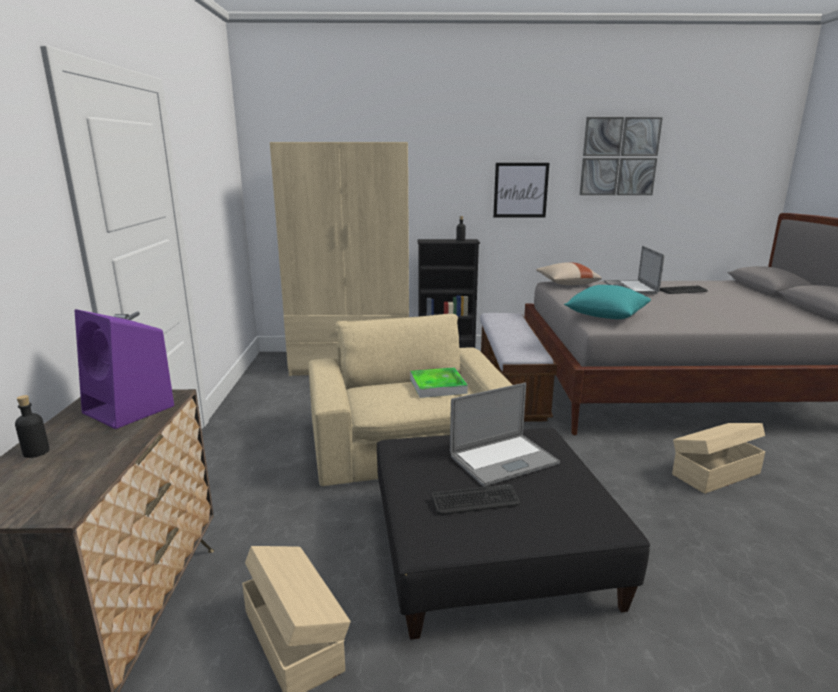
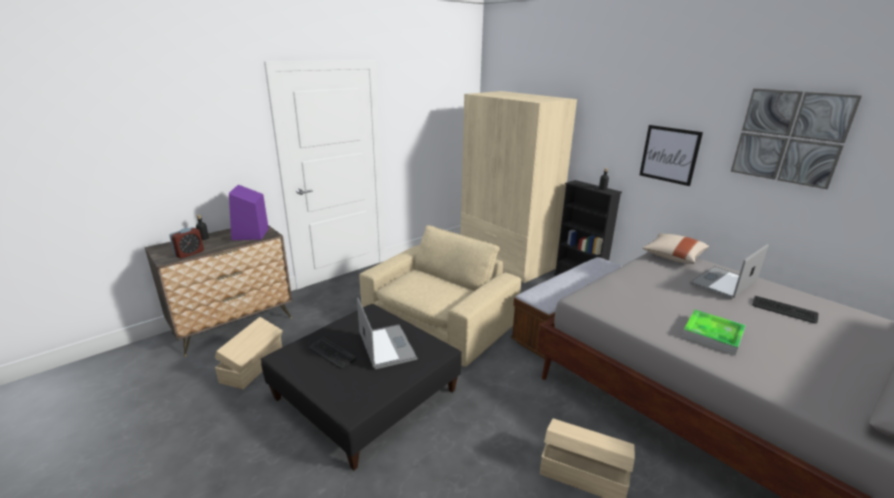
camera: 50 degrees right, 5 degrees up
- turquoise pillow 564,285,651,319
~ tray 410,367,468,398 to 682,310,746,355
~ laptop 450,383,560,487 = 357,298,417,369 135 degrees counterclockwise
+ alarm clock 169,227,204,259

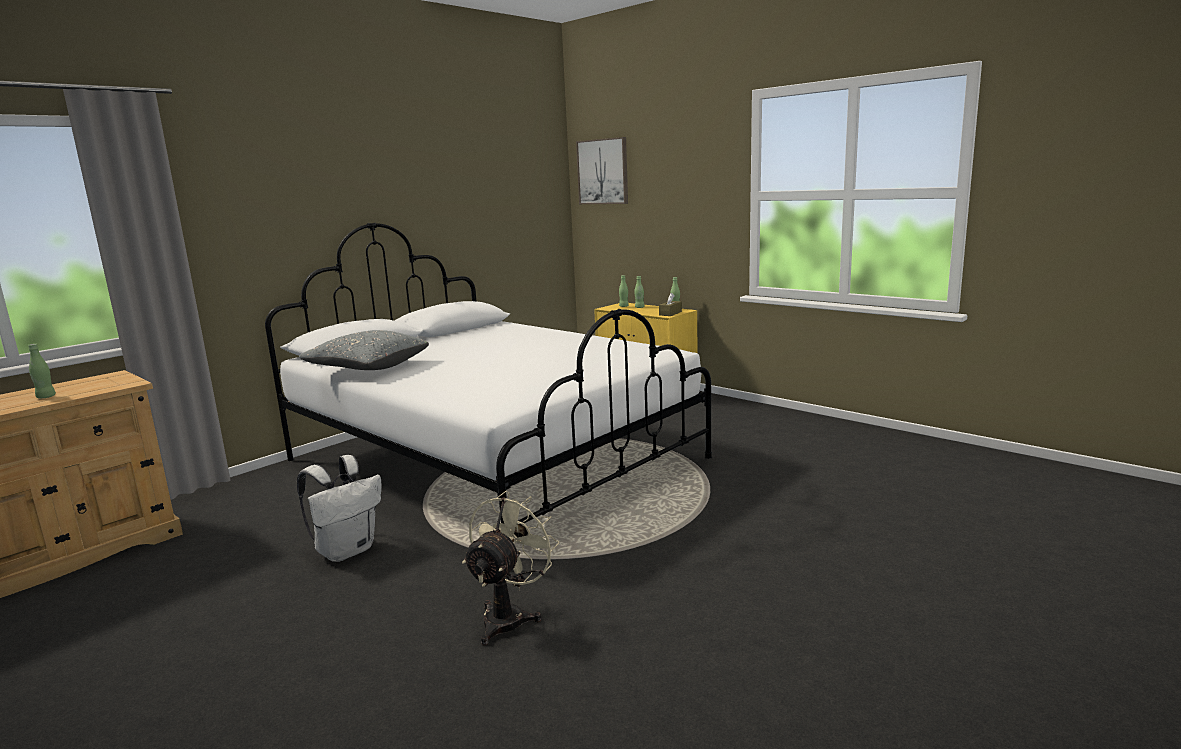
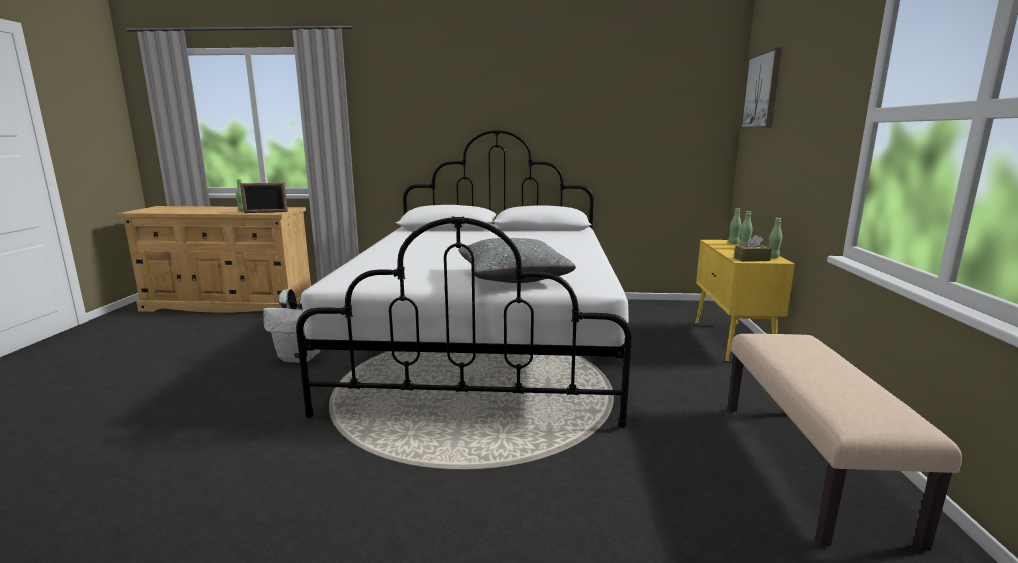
camera: 50 degrees right, 0 degrees up
~ grey pillow 299,330,429,370 to 459,238,576,283
- beige fan 462,491,559,646
+ picture frame 240,183,288,213
+ beige bench 728,334,962,551

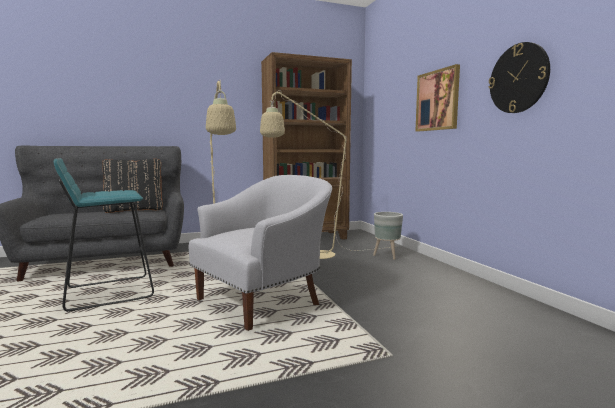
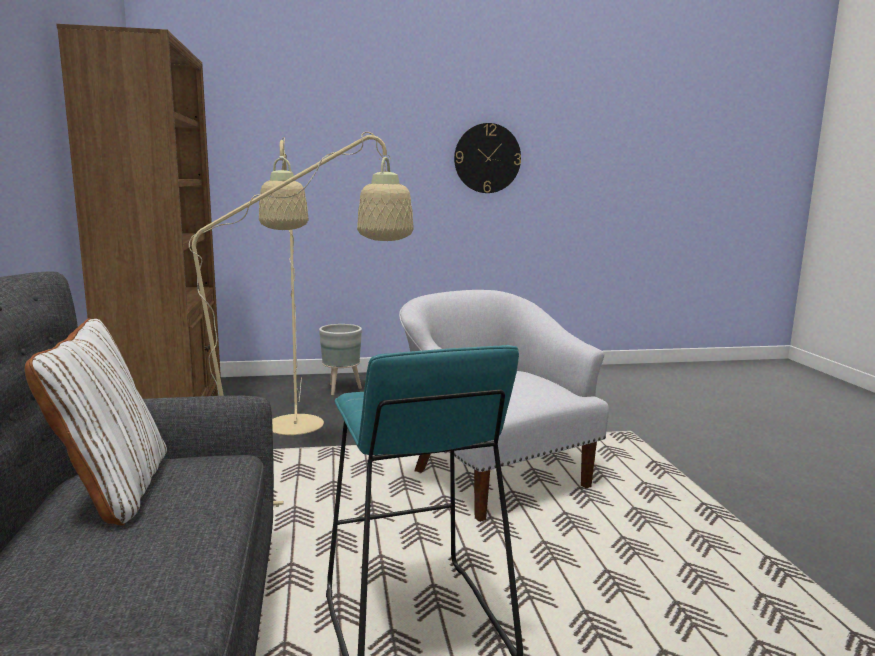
camera: 80 degrees left, 5 degrees up
- picture 415,64,460,132
~ black pillow 102,159,163,213 to white pillow 25,318,167,525

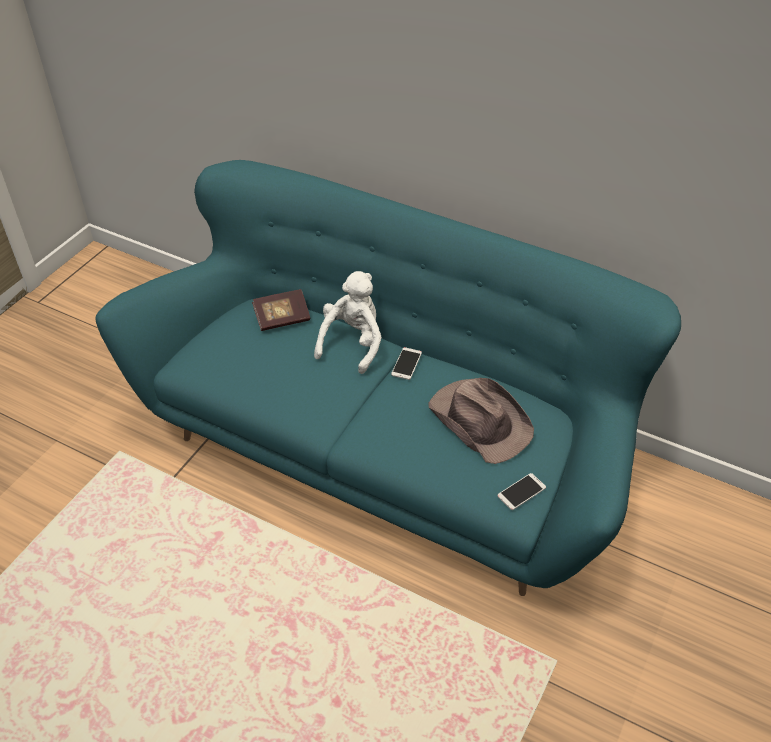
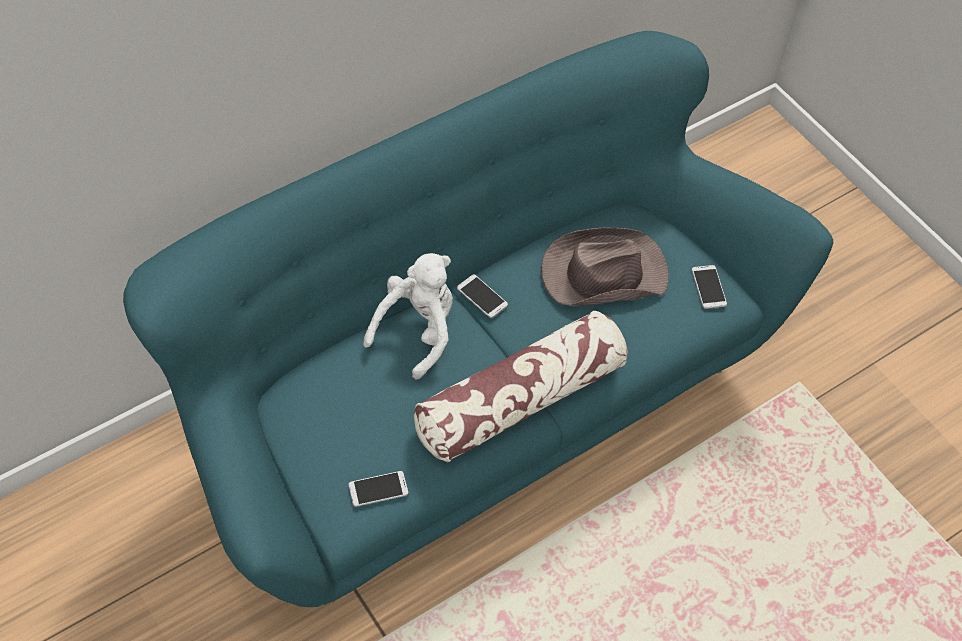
camera: 65 degrees left, 10 degrees up
~ white plush toy 314,271,382,374 = 363,253,453,379 75 degrees clockwise
- book 252,289,310,331
+ pillow 414,311,627,462
+ phone 348,471,408,507

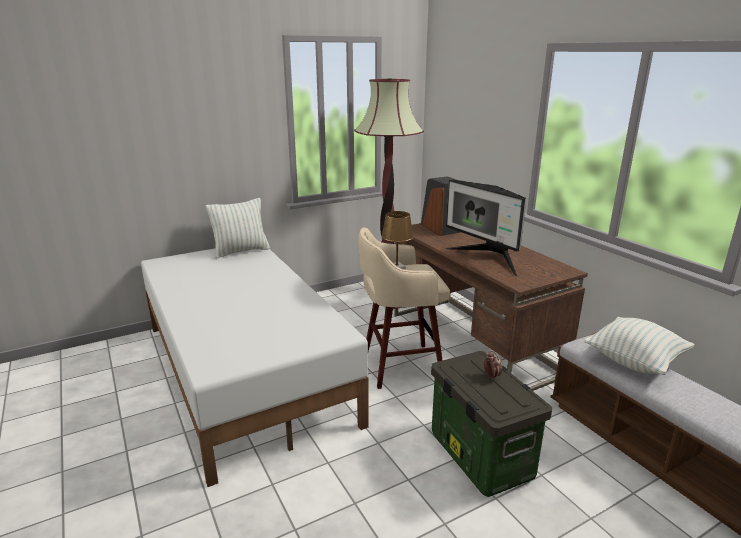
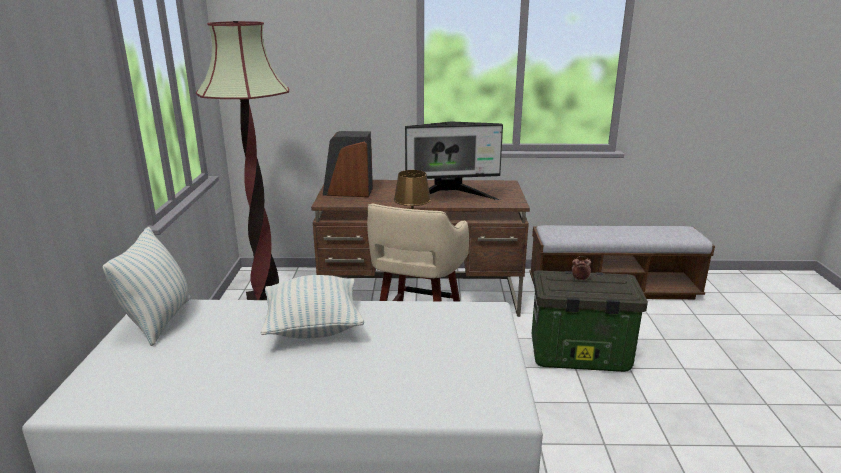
camera: 60 degrees left, 0 degrees up
~ pillow 584,317,695,375 to 261,275,364,338

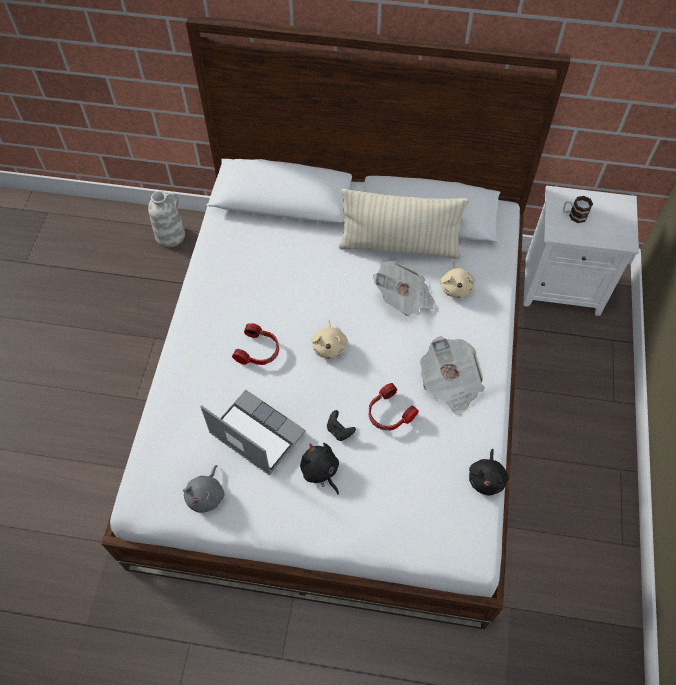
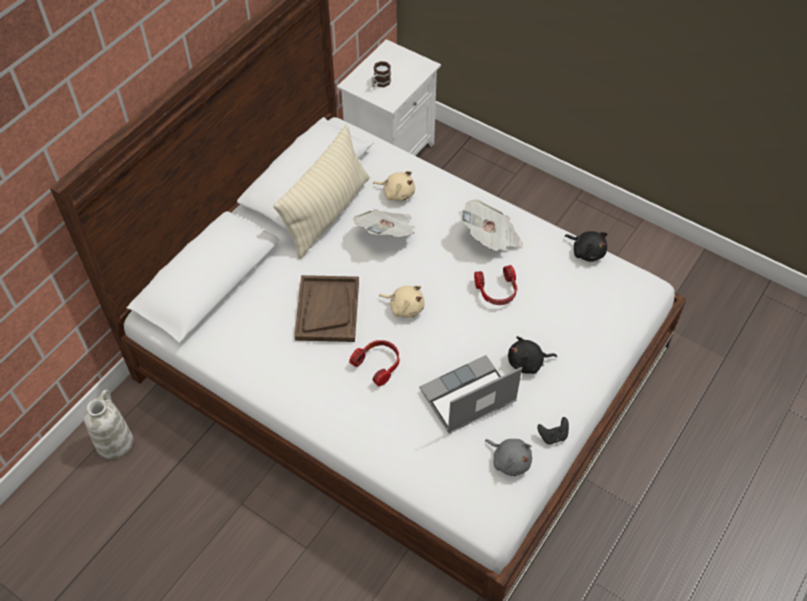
camera: 65 degrees left, 5 degrees down
~ black game controller 327,410,356,441 to 537,417,569,445
+ brown tray 294,275,359,342

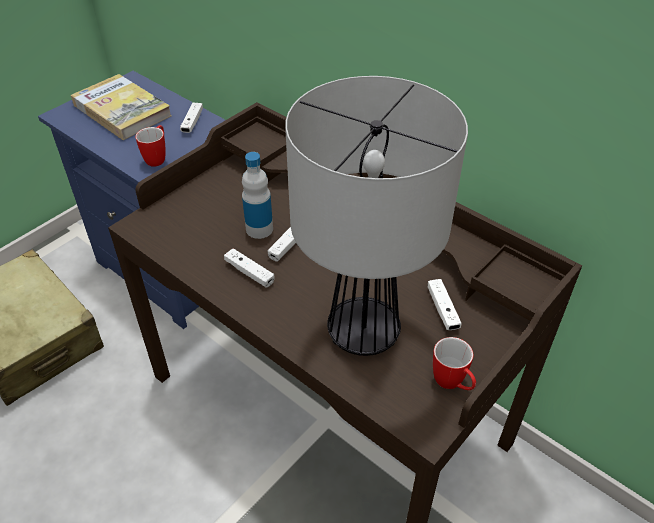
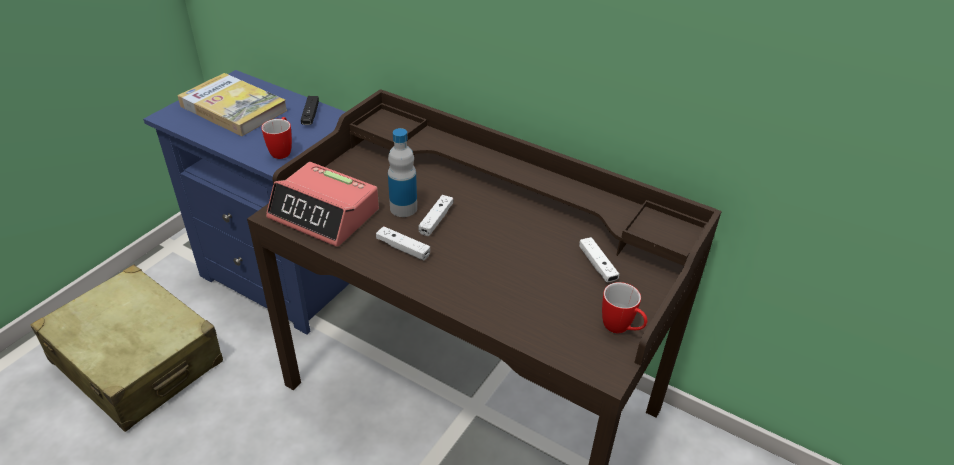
camera: 10 degrees left, 5 degrees down
- table lamp 285,76,468,356
~ white game controller 180,103,203,133 to black game controller 301,96,319,125
+ alarm clock 266,162,379,247

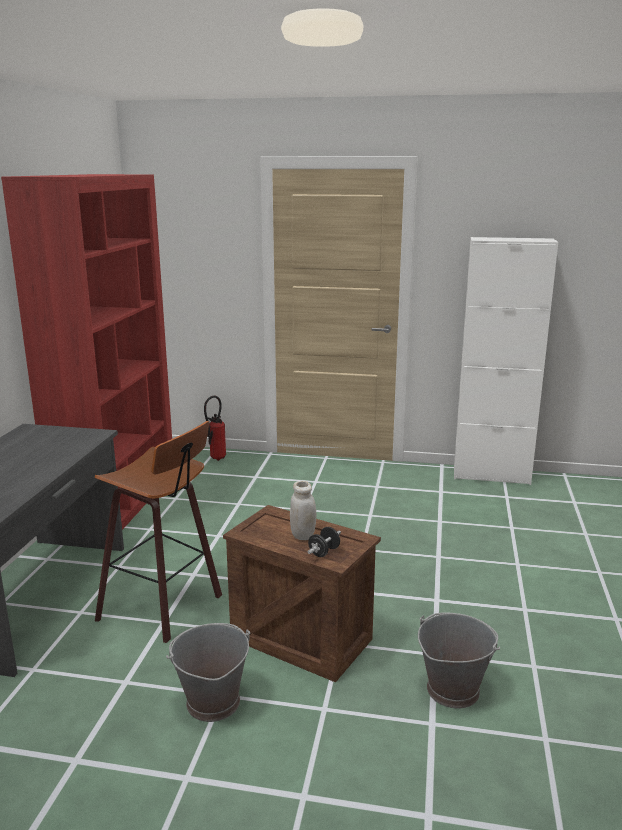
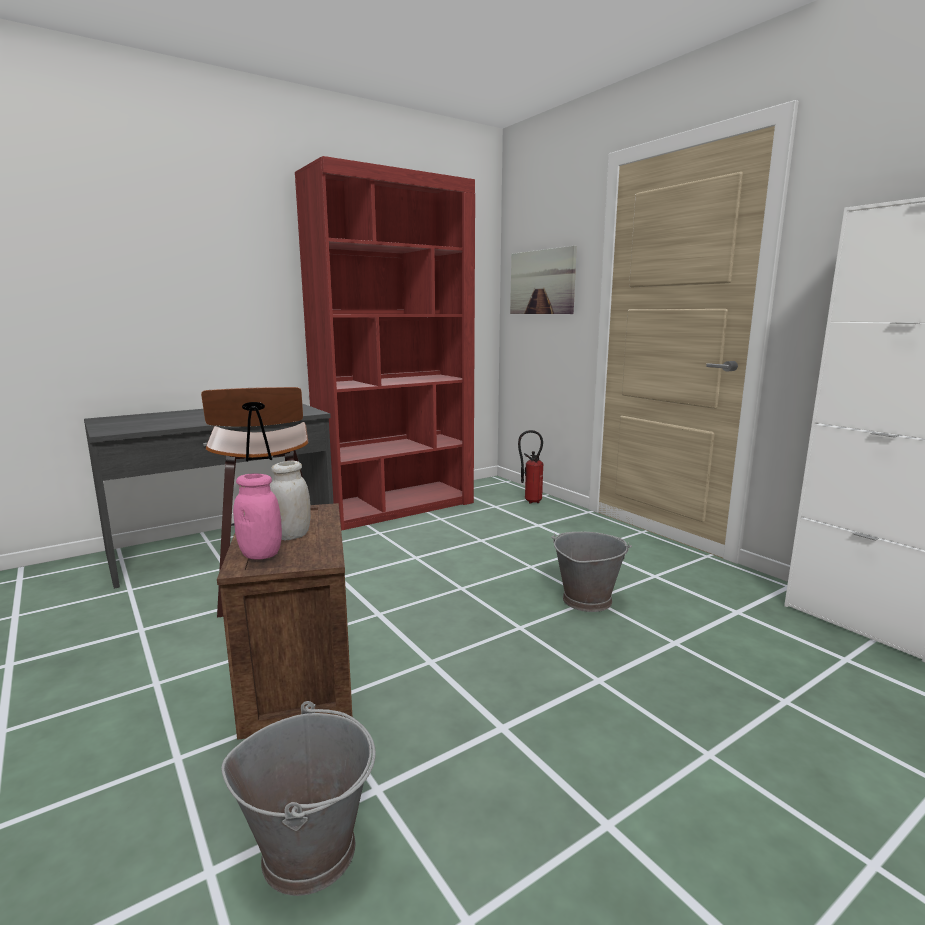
camera: 45 degrees right, 5 degrees down
~ black dumbbell 308,527,341,557 to pink jar 233,473,282,560
~ grey bucket 166,623,251,722 to 551,532,632,612
+ picture 510,246,577,314

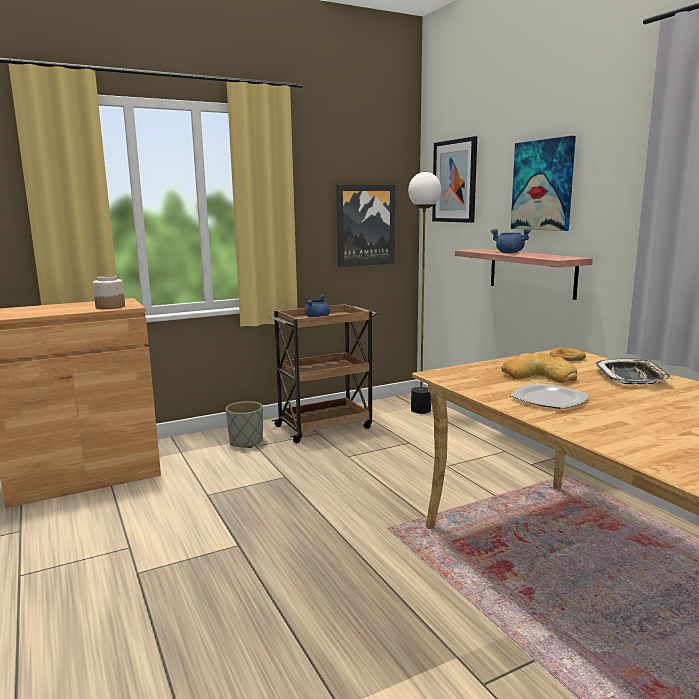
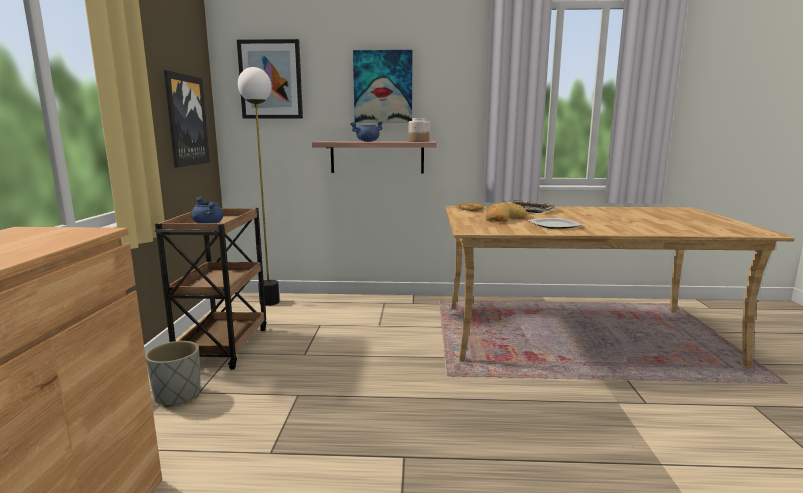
camera: 60 degrees left, 0 degrees up
~ jar 93,276,125,309 to 409,118,430,142

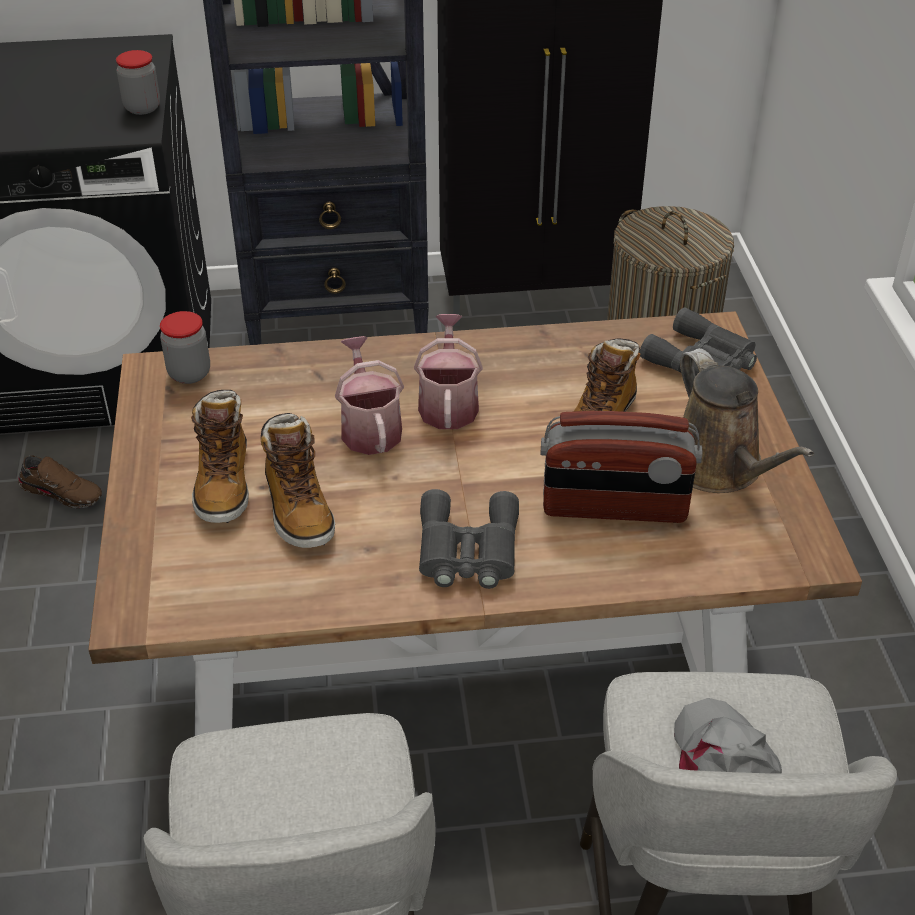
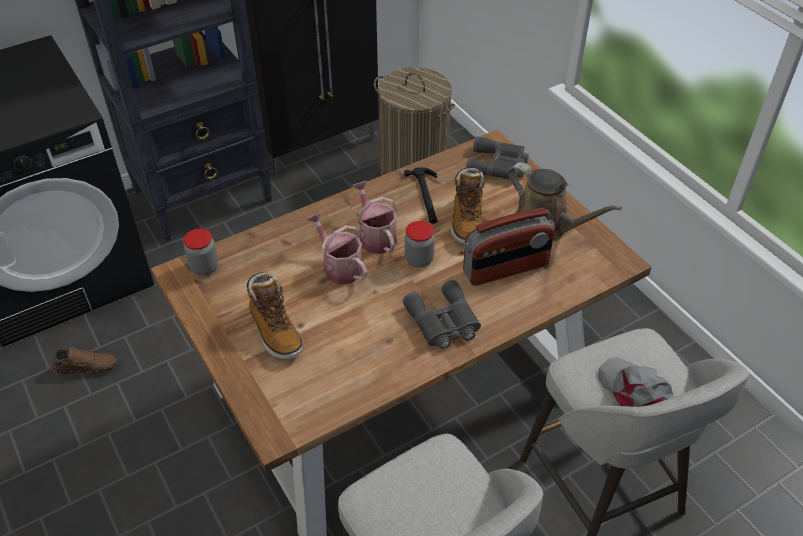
camera: 25 degrees left, 5 degrees up
~ jar 116,50,160,115 to 405,221,435,268
- boot 261,413,335,548
+ hammer 404,167,438,224

